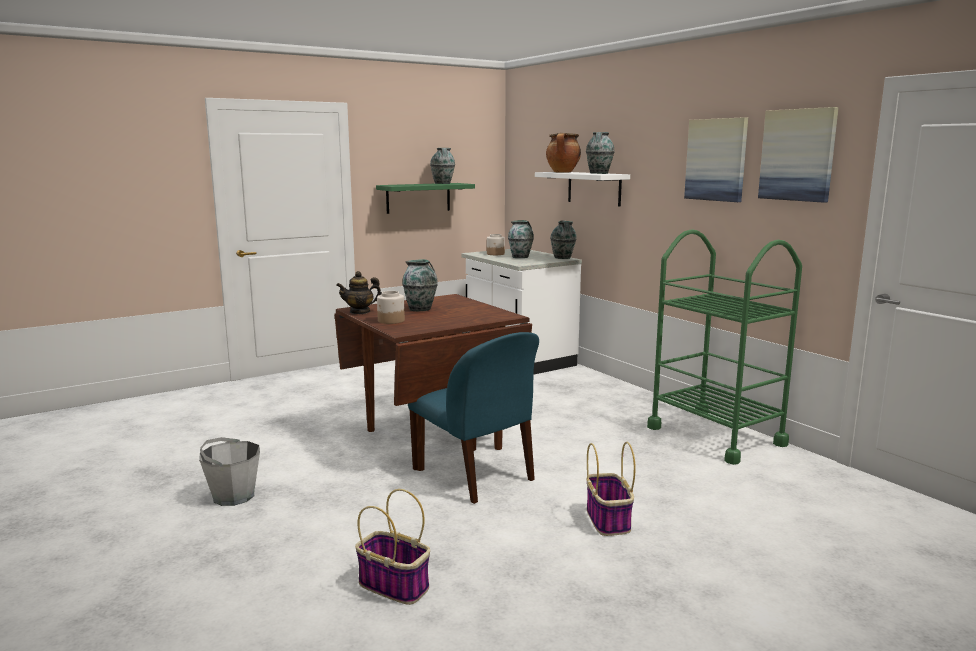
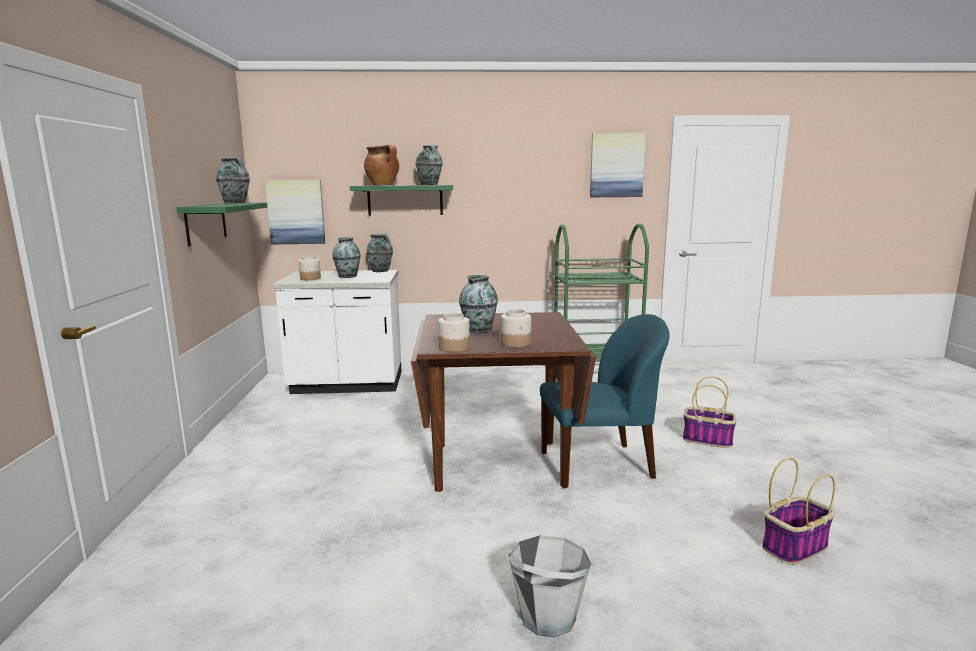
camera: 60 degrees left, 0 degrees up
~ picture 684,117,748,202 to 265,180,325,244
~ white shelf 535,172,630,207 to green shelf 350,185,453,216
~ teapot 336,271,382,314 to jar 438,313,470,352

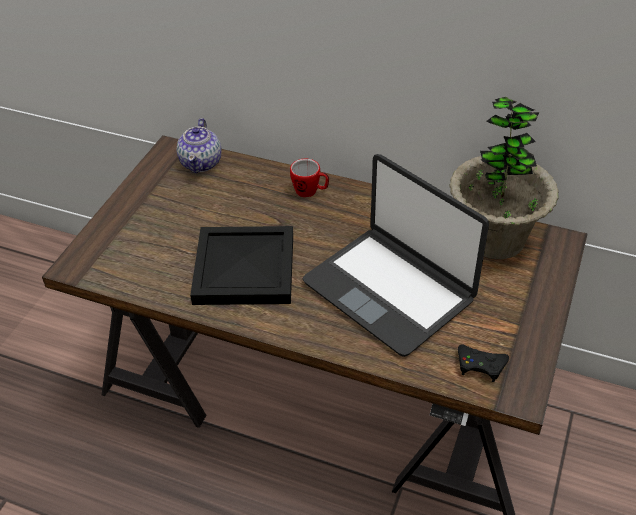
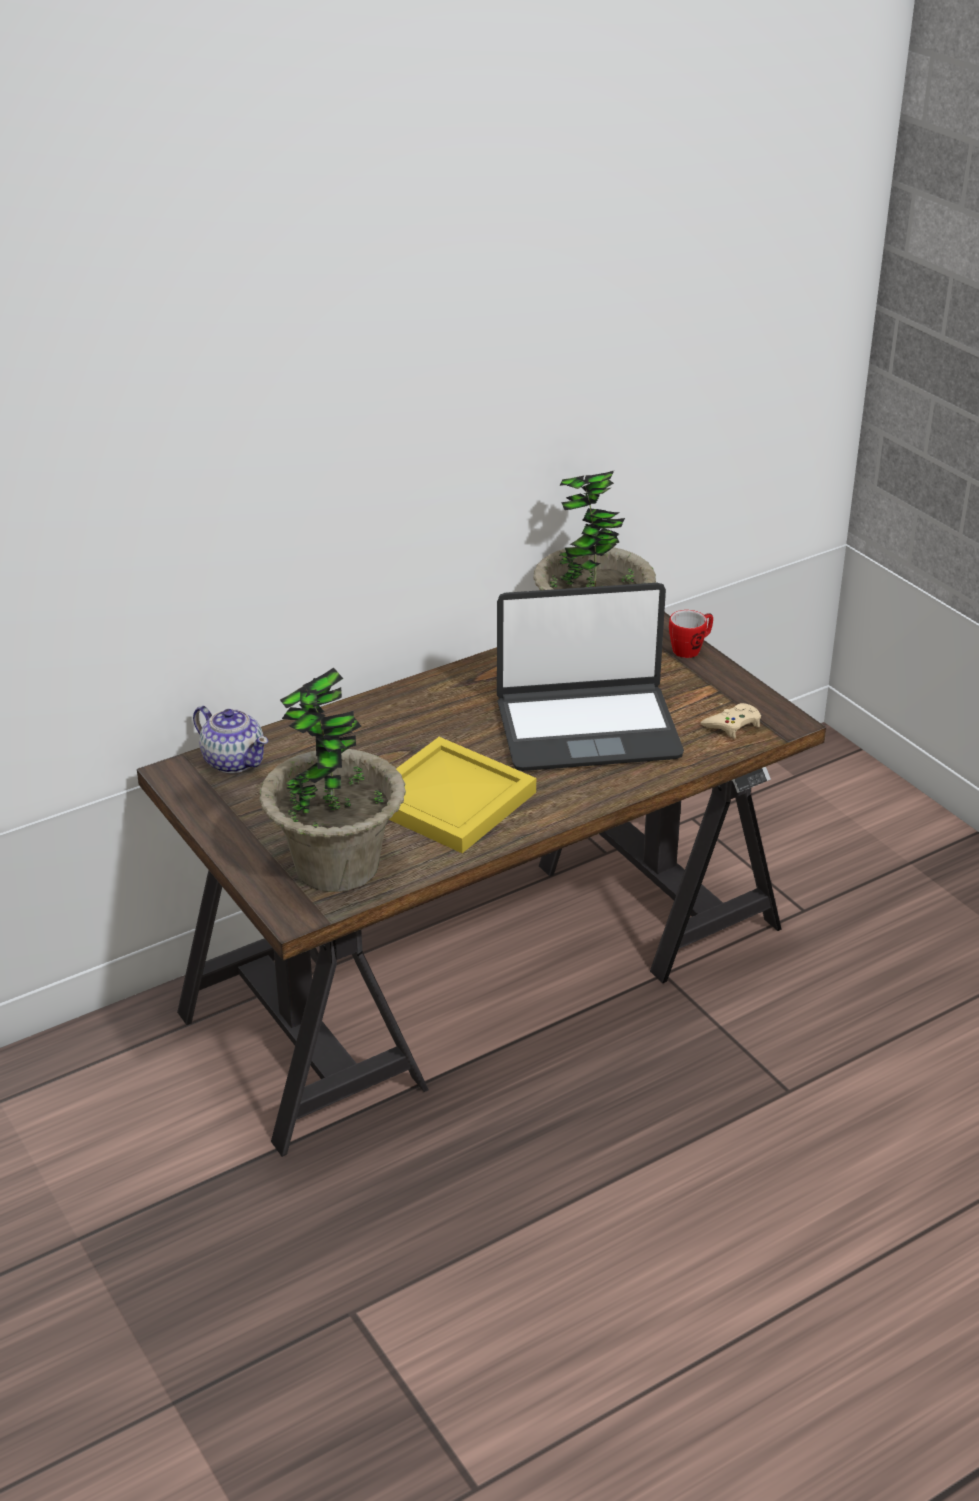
camera: 55 degrees left, 10 degrees down
~ mug 290,159,329,197 to 669,610,713,658
~ black tray 190,226,293,305 to yellow tray 389,737,536,853
~ black game controller 458,344,509,382 to beige game controller 701,703,761,738
+ potted plant 259,667,406,892

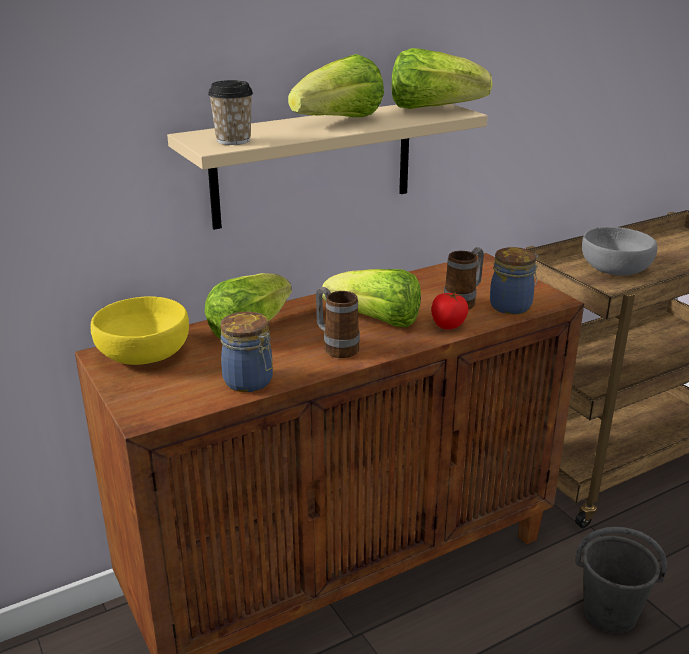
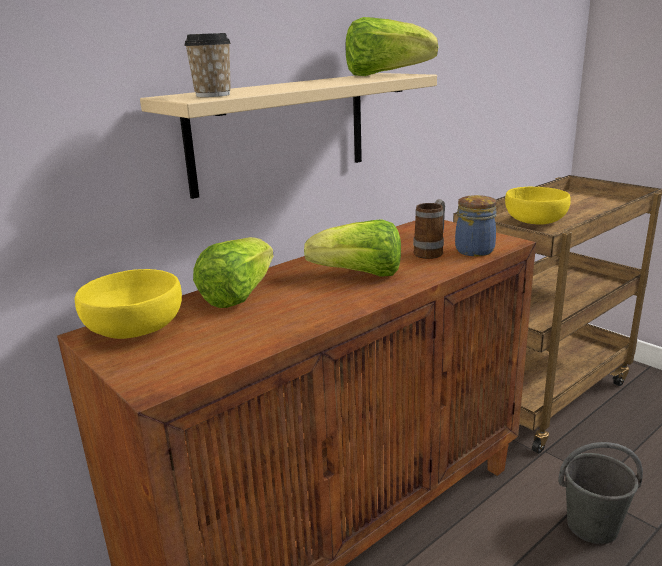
camera: 10 degrees left, 5 degrees down
- lettuce 288,54,384,117
~ grey bowl 582,227,657,276 to yellow bowl 505,187,571,224
- mug 316,287,360,358
- tomato 431,292,468,330
- jar 220,312,273,392

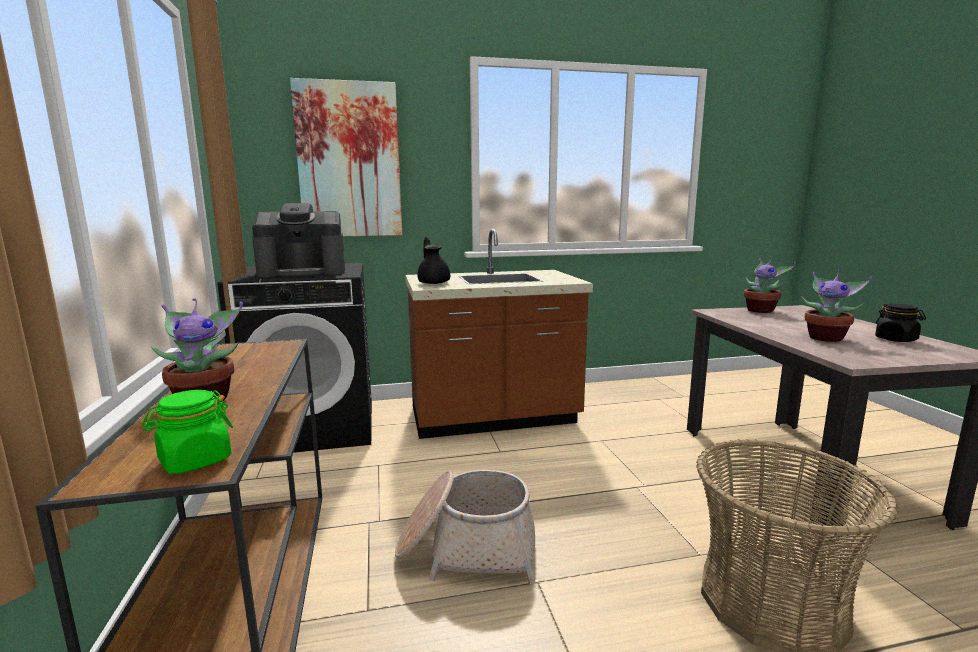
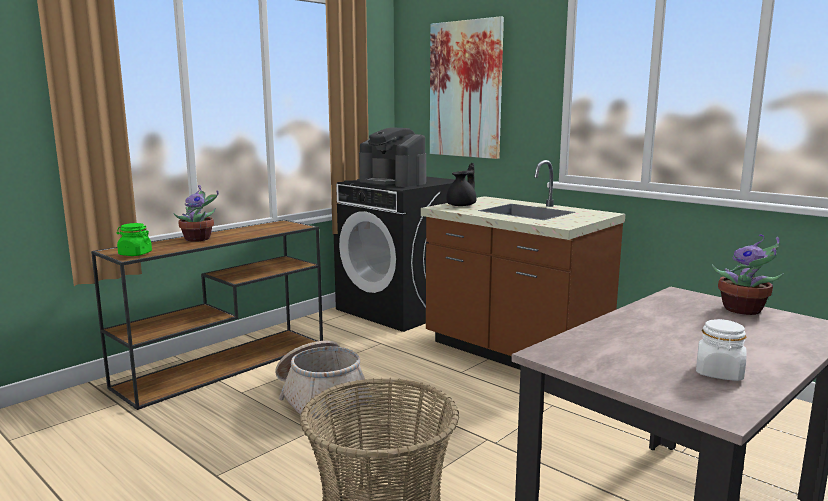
camera: 55 degrees right, 0 degrees up
- potted plant 802,270,872,342
~ black jar 875,304,926,342 to white jar 696,319,747,381

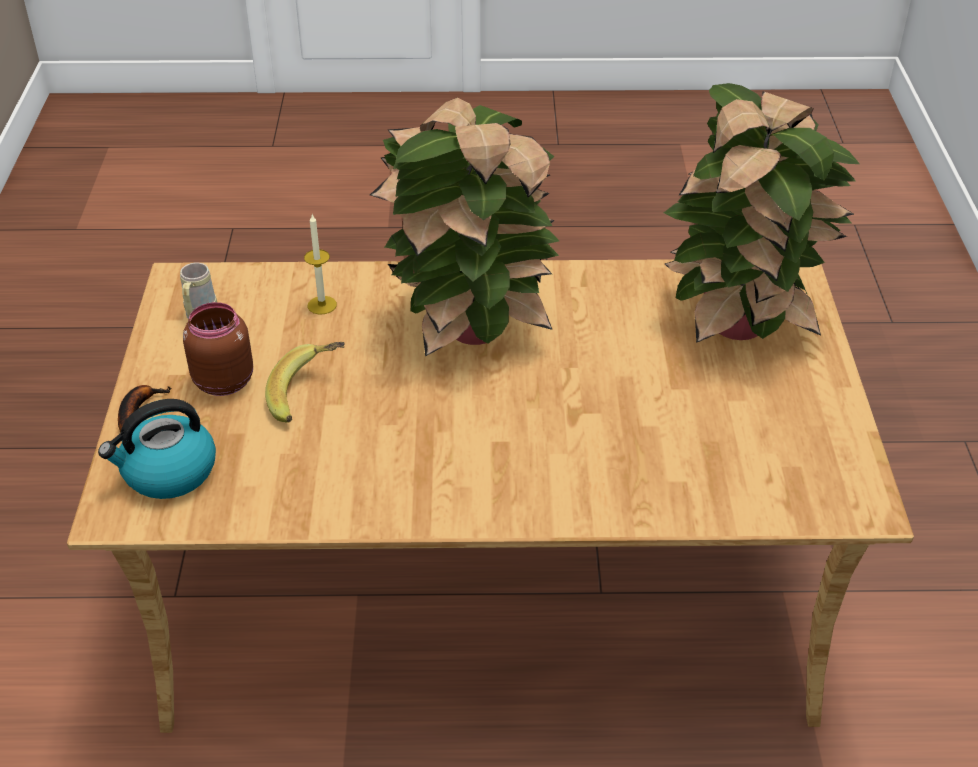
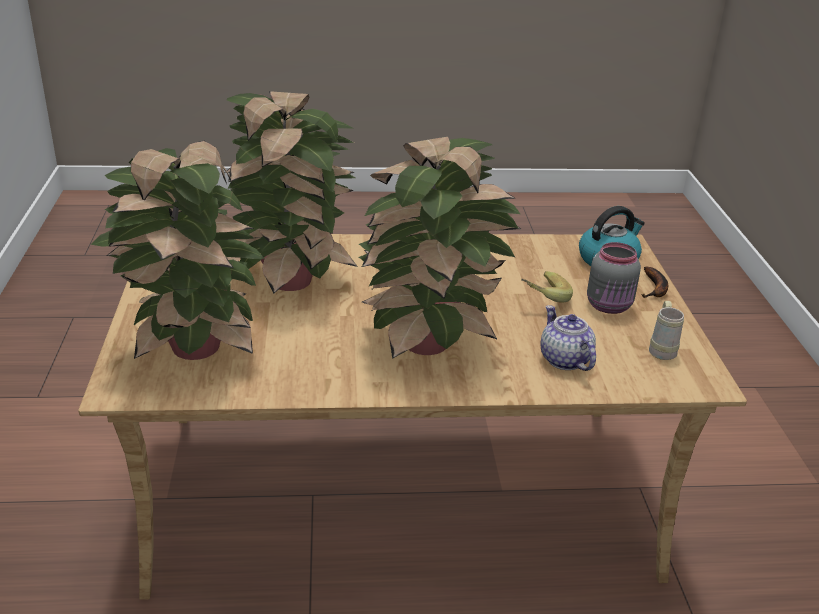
camera: 175 degrees right, 10 degrees down
~ candle 304,215,337,315 to teapot 541,305,596,371
~ brown jar 183,302,253,396 to grey jar 587,242,641,314
+ potted plant 224,91,358,294

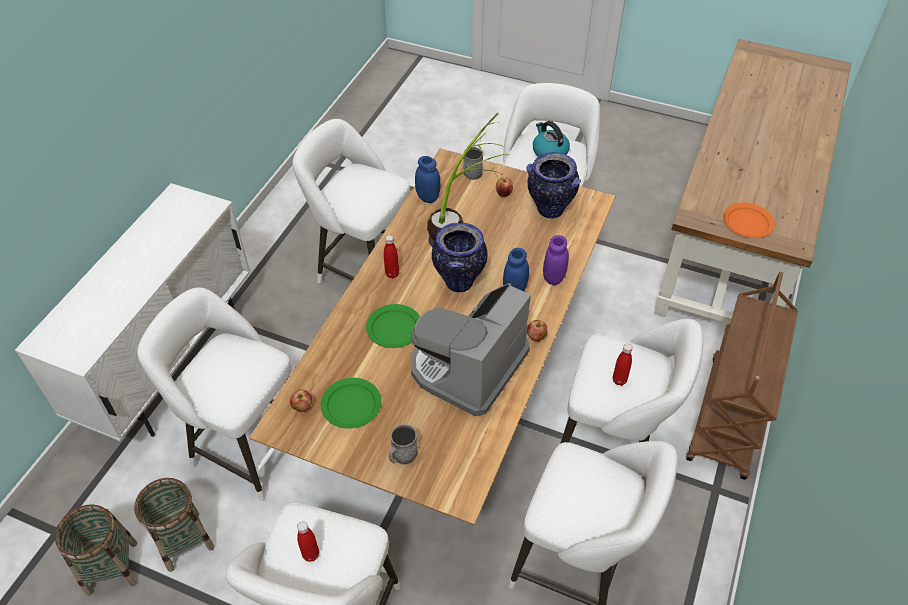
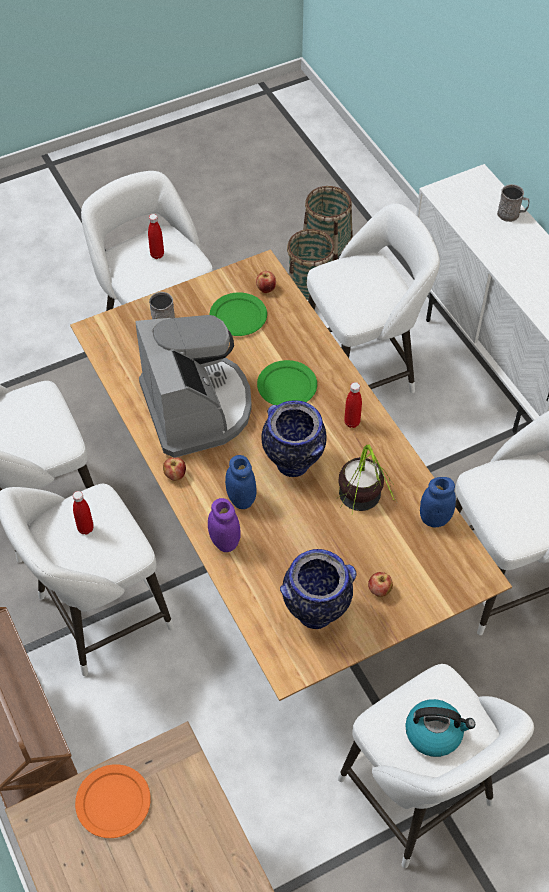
camera: 130 degrees right, 5 degrees up
~ grey mug 463,147,483,180 to 497,184,529,222

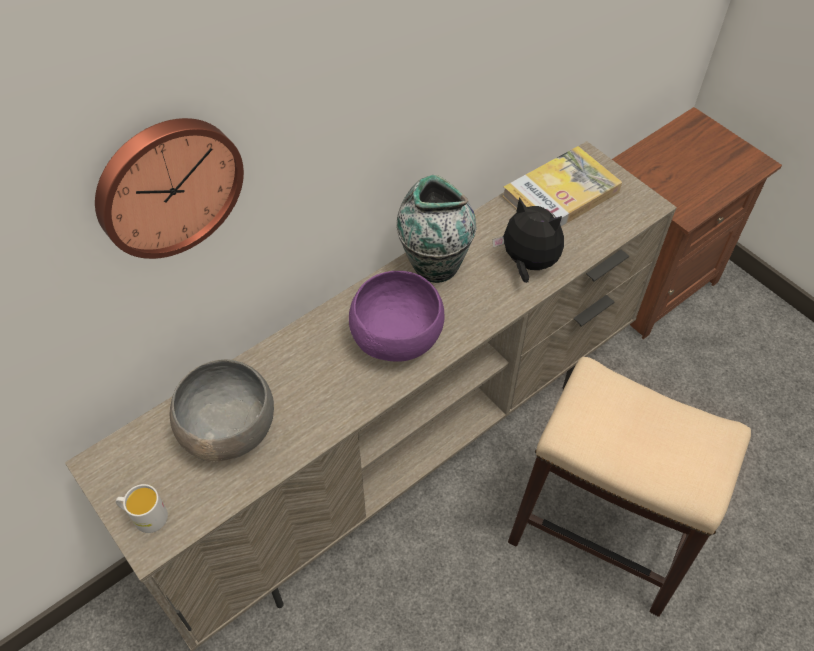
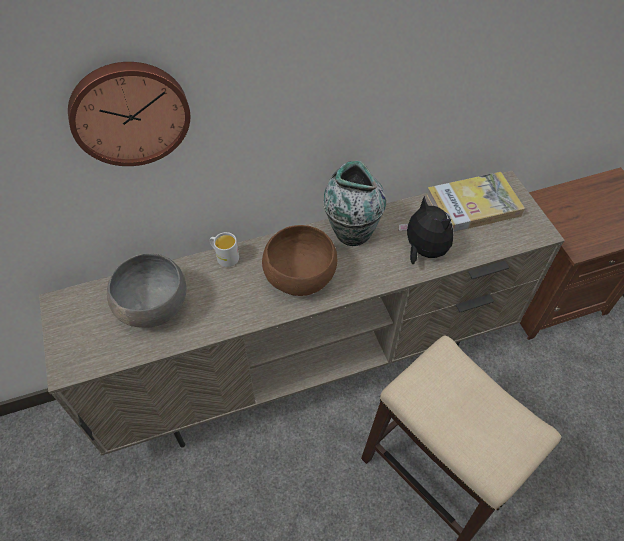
camera: 20 degrees right, 0 degrees up
~ purple bowl 349,271,445,362 to brown bowl 262,225,337,296
~ white mug 116,484,168,533 to 210,232,239,267

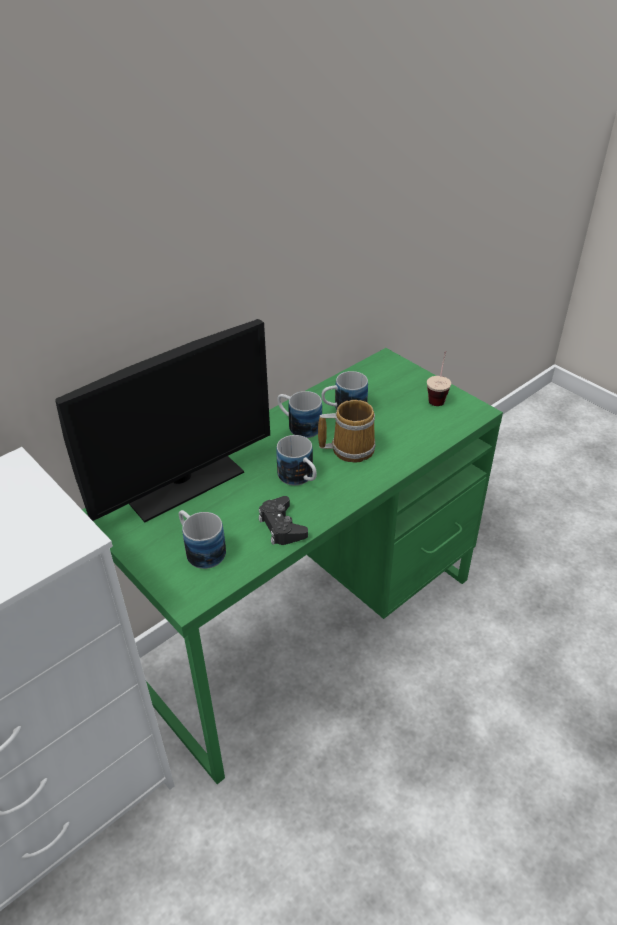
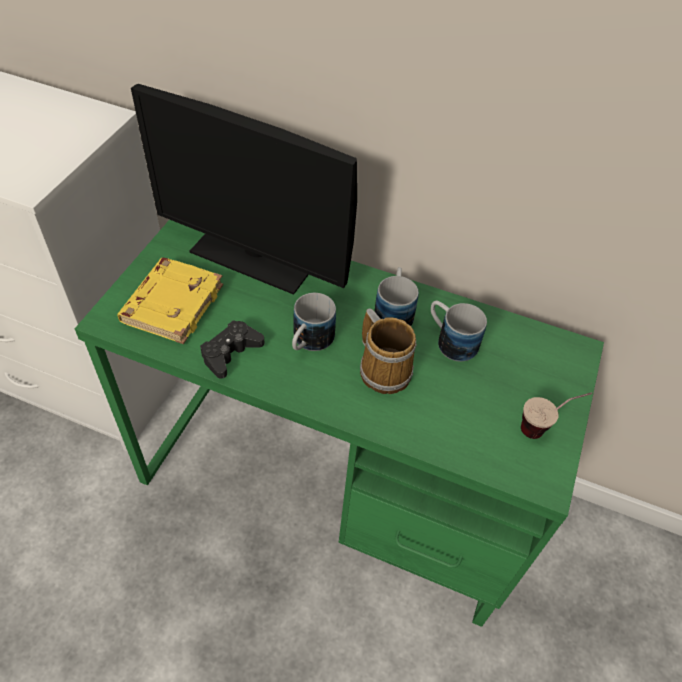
camera: 60 degrees right, 10 degrees up
~ mug 179,510,226,569 to yellow book 117,258,223,344

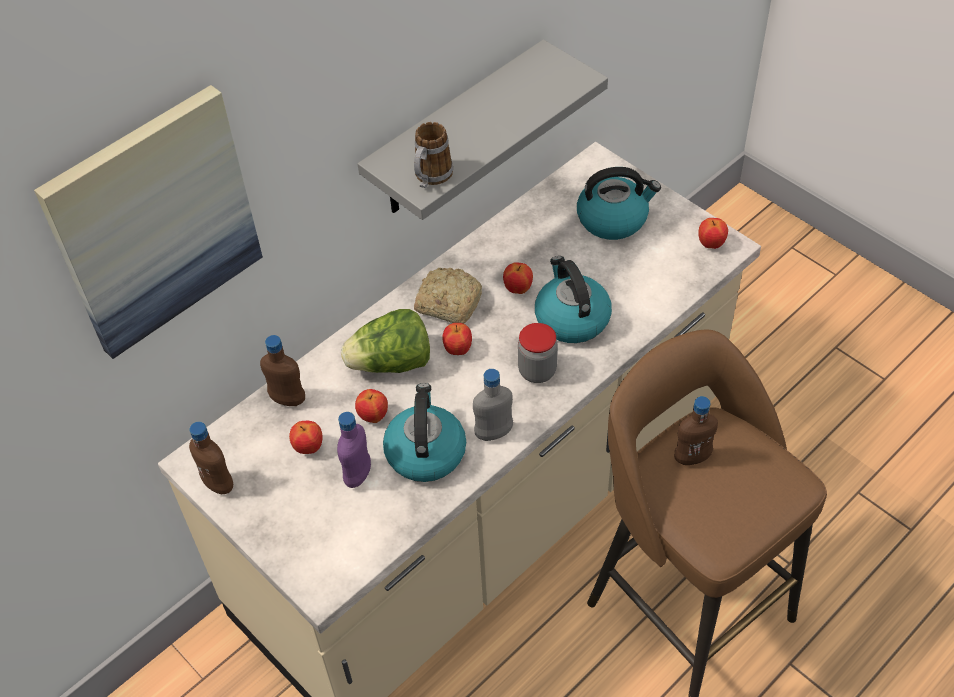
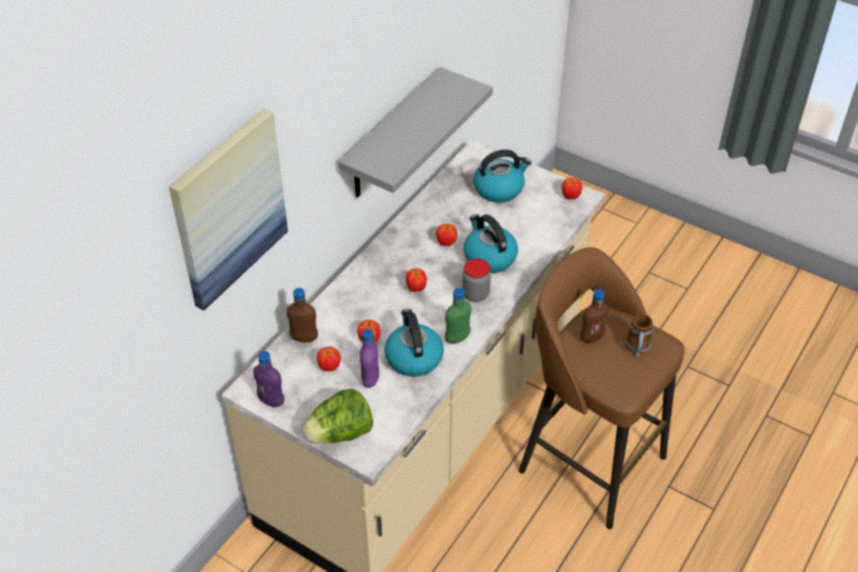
camera: 15 degrees left, 5 degrees down
~ mug 414,122,453,188 to 625,314,653,357
- bread 414,268,482,324
~ lettuce 341,309,430,373 to 302,389,373,443
~ grey bottle 473,369,513,441 to green bottle 445,288,471,344
~ brown bottle 189,422,233,495 to purple bottle 253,351,284,407

